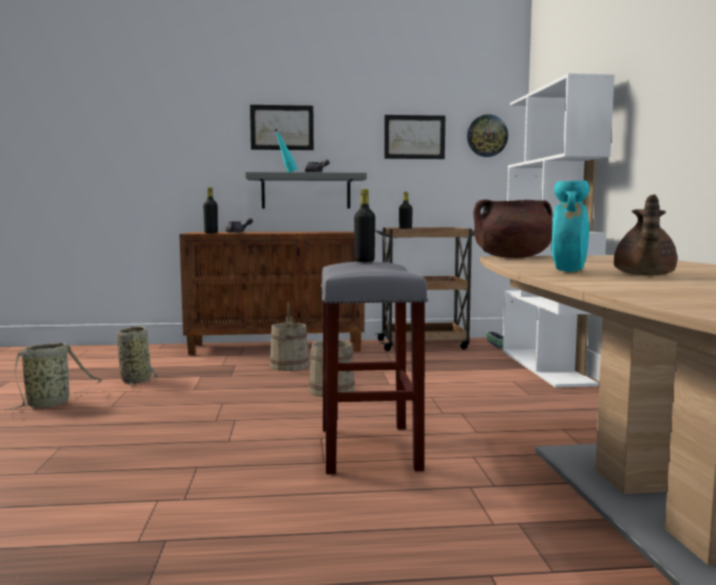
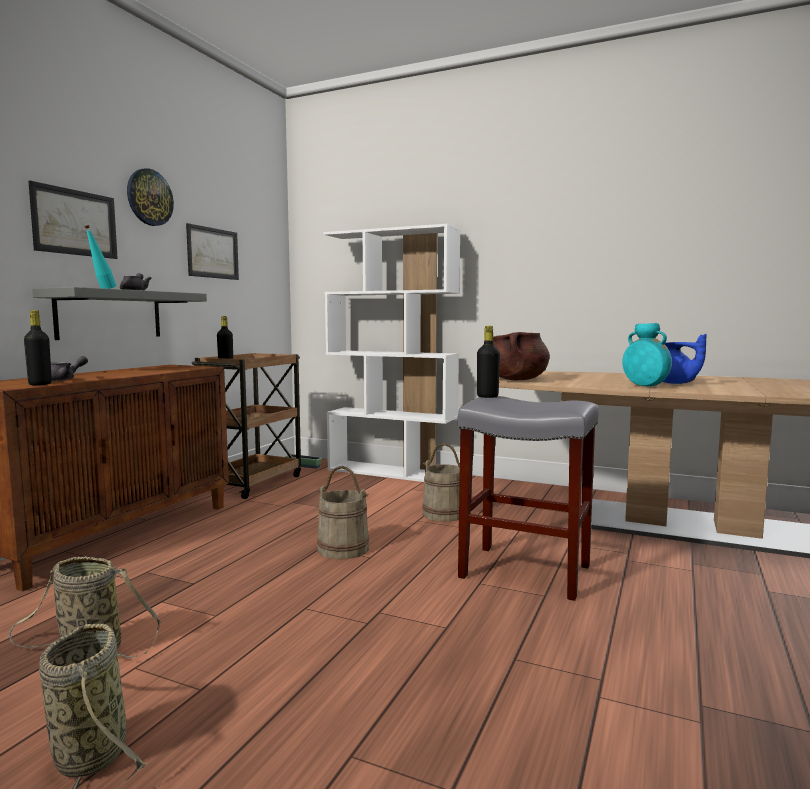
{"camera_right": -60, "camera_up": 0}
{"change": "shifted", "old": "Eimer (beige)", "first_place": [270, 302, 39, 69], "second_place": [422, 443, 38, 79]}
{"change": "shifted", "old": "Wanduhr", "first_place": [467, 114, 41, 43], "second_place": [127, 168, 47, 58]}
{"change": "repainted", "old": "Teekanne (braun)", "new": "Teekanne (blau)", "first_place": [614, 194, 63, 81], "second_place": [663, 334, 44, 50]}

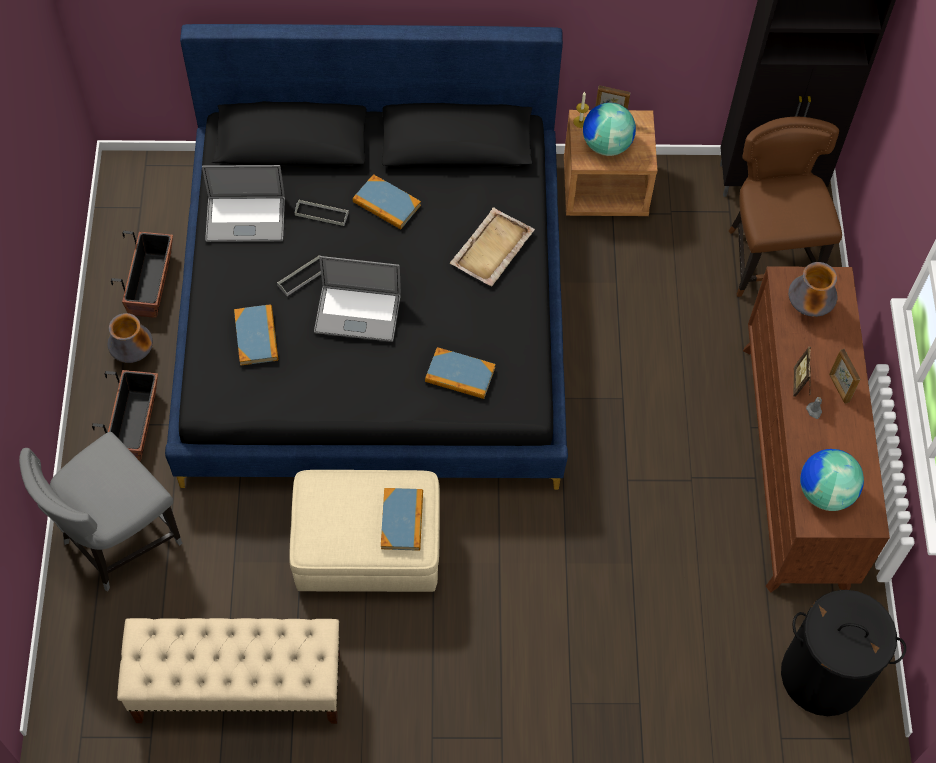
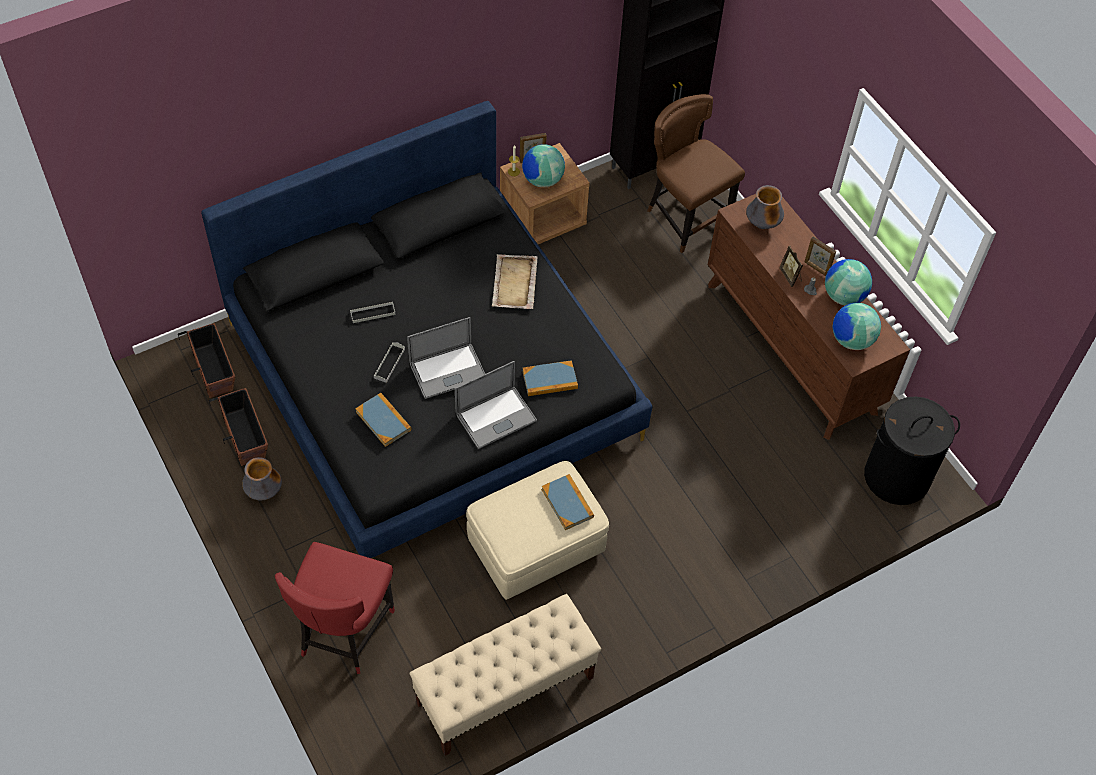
{"camera_right": -30, "camera_up": -5}
{"change": "repainted", "old": "Stuhl (grau)", "new": "Stuhl (rot)", "first_place": [19, 432, 163, 160], "second_place": [275, 542, 120, 132]}
{"change": "shifted", "old": "Pflanzkübel", "first_place": [92, 370, 66, 91], "second_place": [178, 323, 57, 75]}
{"change": "shifted", "old": "Laptop", "first_place": [202, 165, 83, 77], "second_place": [455, 361, 82, 88]}
{"change": "gone", "old": "Buch", "first_place": [353, 174, 68, 55]}
{"change": "new", "new": "Globus", "second_place": [825, 259, 47, 46]}

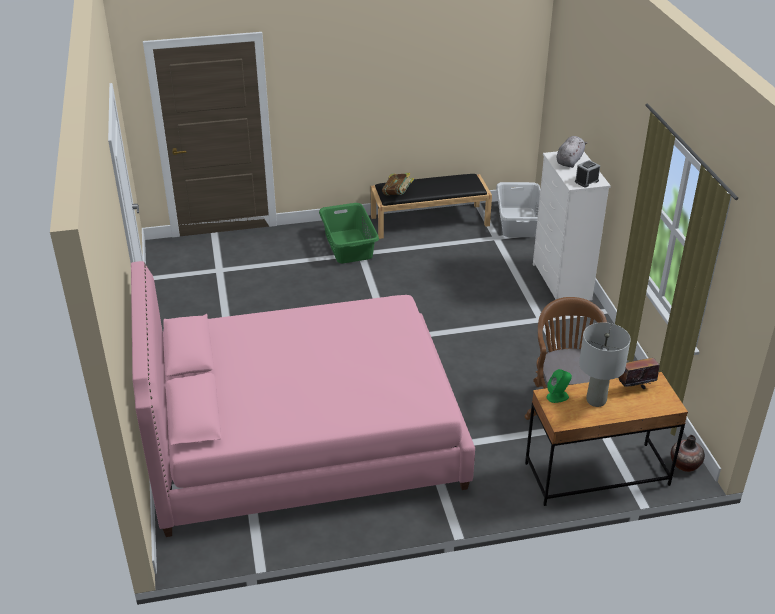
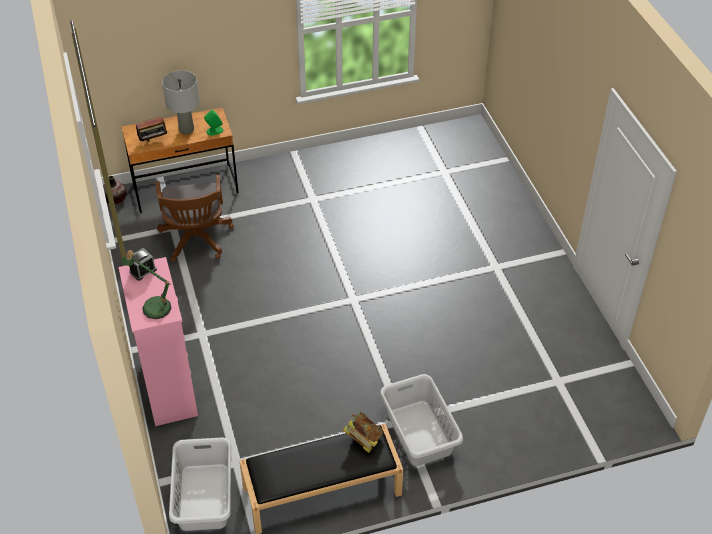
{"camera_right": 175, "camera_up": 10}
{"change": "gone", "old": "Bett (rosa)", "first_place": [131, 261, 344, 276]}
{"change": "repainted", "old": "Wäschekorb (grün)", "new": "Wäschekorb (grau)", "first_place": [319, 203, 60, 60], "second_place": [380, 374, 83, 92]}
{"change": "repainted", "old": "Kommode (weiß)", "new": "Kommode (rosa)", "first_place": [533, 151, 78, 150], "second_place": [118, 257, 80, 169]}
{"change": "swapped", "old": "Plüschtier (grau)", "new": "Tischlampe", "first_place": [557, 136, 30, 32], "second_place": [122, 250, 49, 69]}

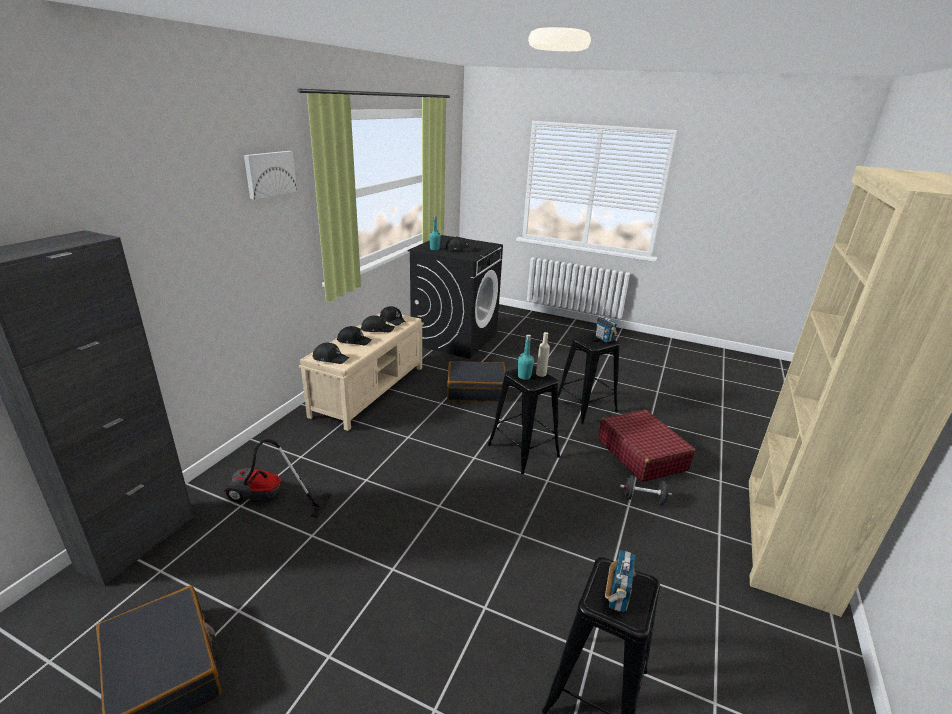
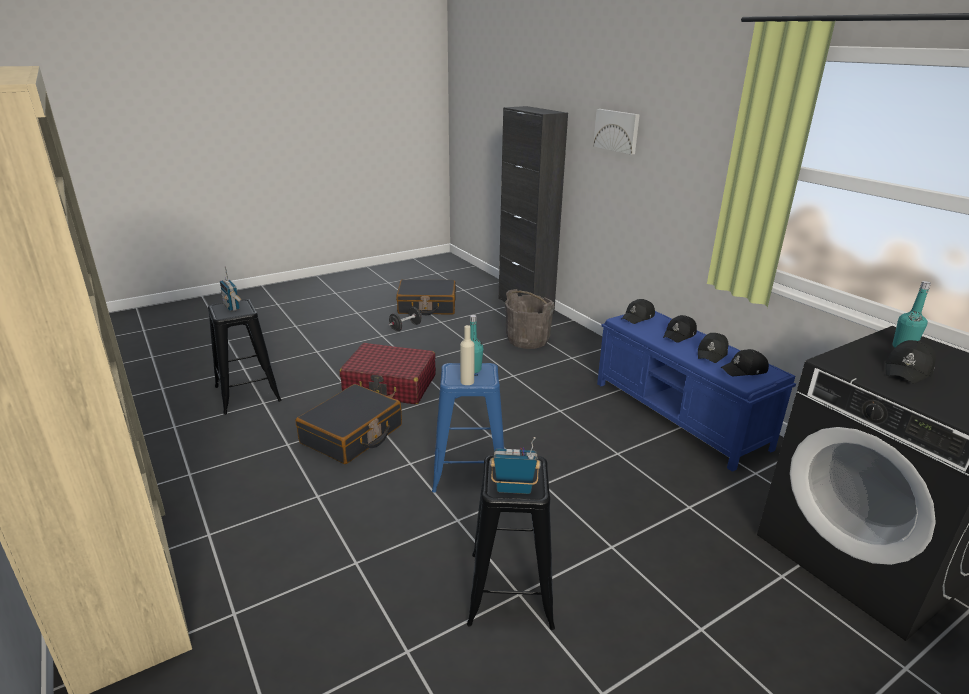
{"camera_right": 125, "camera_up": 0}
{"change": "swapped", "old": "Staubsauger", "new": "Eimer (grau)", "first_place": [224, 439, 108, 79], "second_place": [505, 289, 49, 60]}
{"change": "shifted", "old": "Bild", "first_place": [244, 151, 53, 49], "second_place": [593, 109, 47, 46]}
{"change": "repainted", "old": "Bank (beige)", "new": "Bank (blau)", "first_place": [299, 313, 125, 118], "second_place": [597, 311, 199, 161]}
{"change": "shifted", "old": "Koffer (schwarz)", "first_place": [447, 361, 60, 40], "second_place": [296, 384, 106, 80]}
{"change": "repainted", "old": "Hocker (schwarz)", "new": "Hocker (blau)", "first_place": [487, 365, 73, 109], "second_place": [432, 363, 72, 130]}
{"change": "shifted", "old": "Koffer (rot)", "first_place": [598, 410, 97, 72], "second_place": [339, 343, 97, 61]}
{"change": "shifted", "old": "Hantel (schwarz)", "first_place": [620, 475, 52, 30], "second_place": [389, 307, 32, 25]}

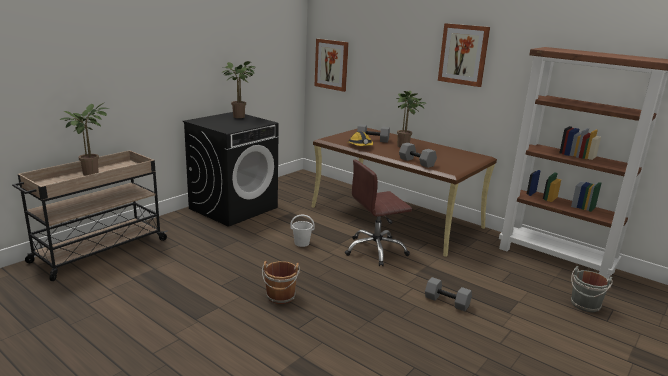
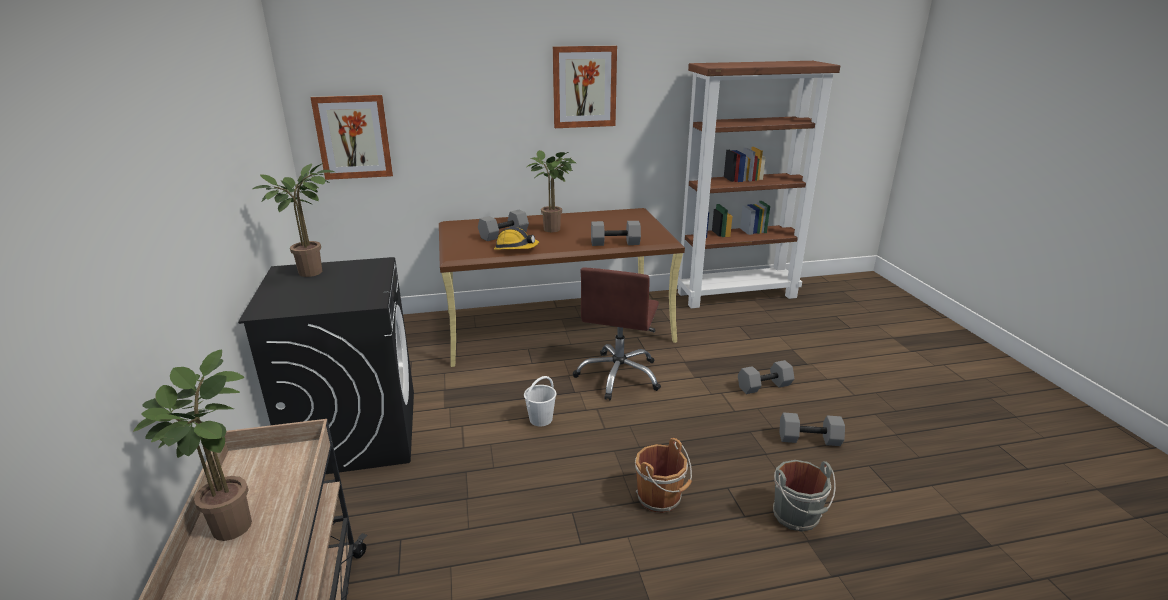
{"camera_right": -50, "camera_up": 5}
{"change": "shifted", "old": "Eimer (grau)", "first_place": [571, 266, 42, 46], "second_place": [773, 460, 63, 72]}
{"change": "new", "new": "Hantel (grau)", "second_place": [779, 412, 66, 34]}

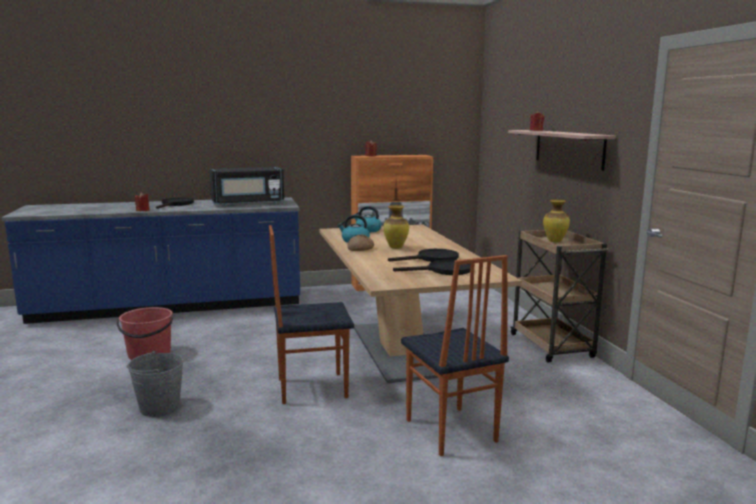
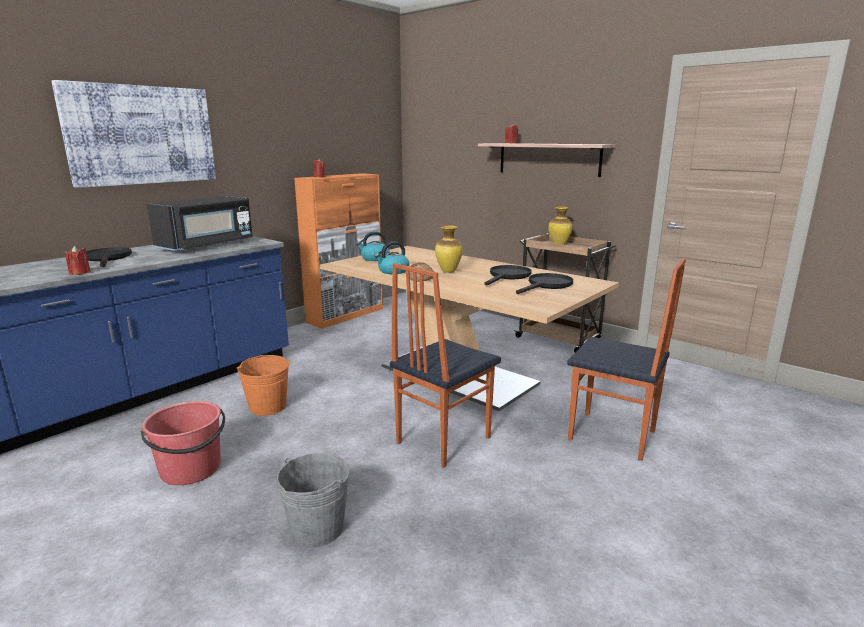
{"camera_right": -35, "camera_up": 5}
{"change": "new", "new": "Bild", "second_place": [52, 80, 164, 108]}
{"change": "new", "new": "Eimer (orange)", "second_place": [237, 355, 52, 61]}

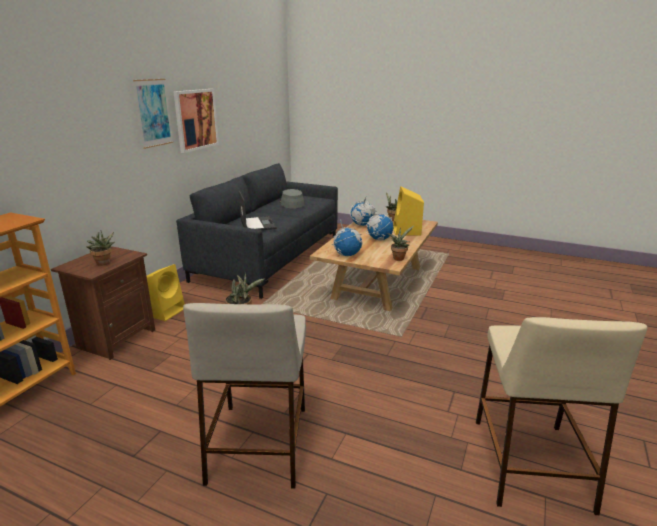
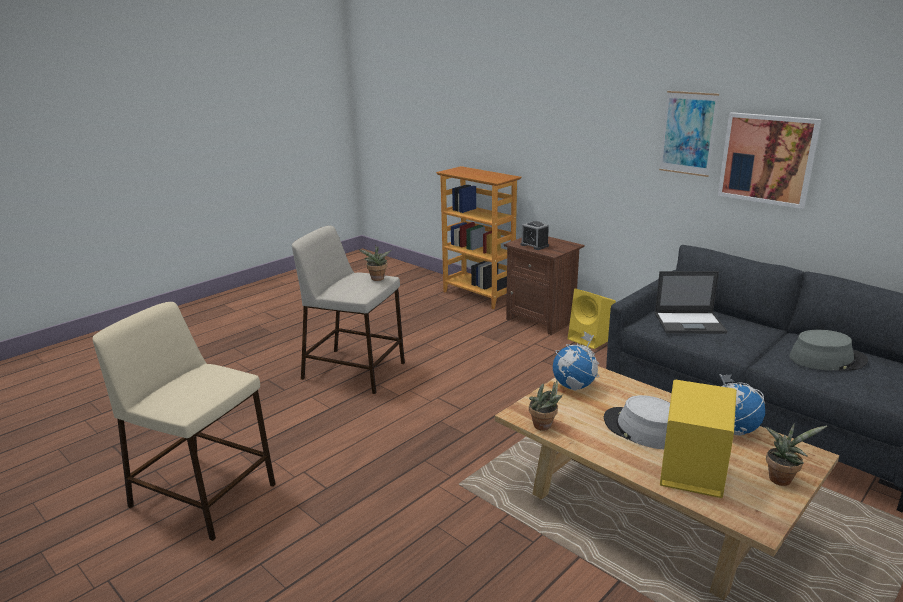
{"camera_right": 110, "camera_up": 0}
{"change": "swapped", "old": "Topfpflanze", "new": "Wecker", "first_place": [86, 231, 28, 35], "second_place": [521, 221, 28, 29]}
{"change": "swapped", "old": "Globus", "new": "Hut (grau)", "first_place": [366, 208, 27, 33], "second_place": [604, 395, 66, 54]}

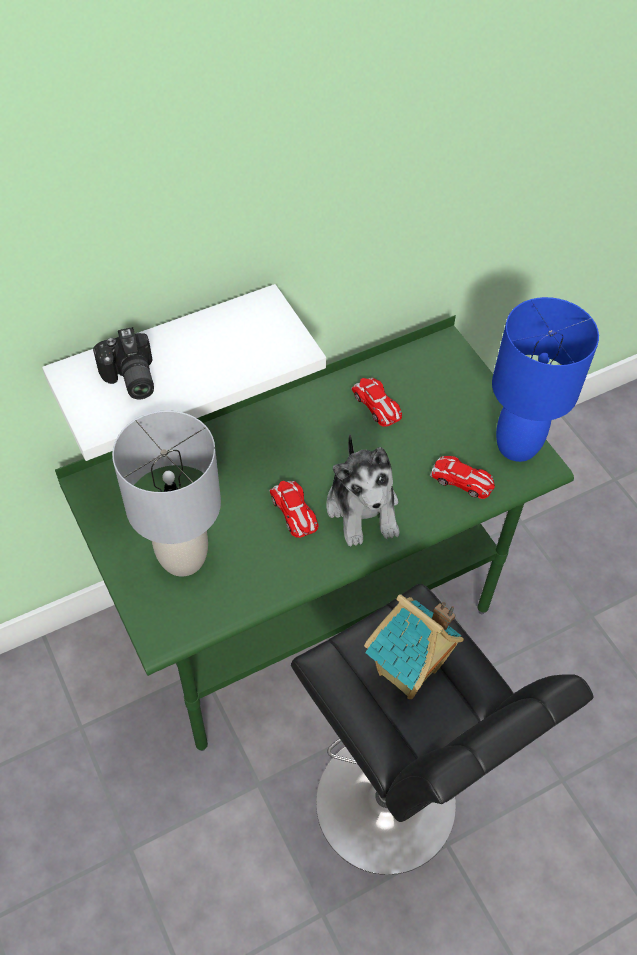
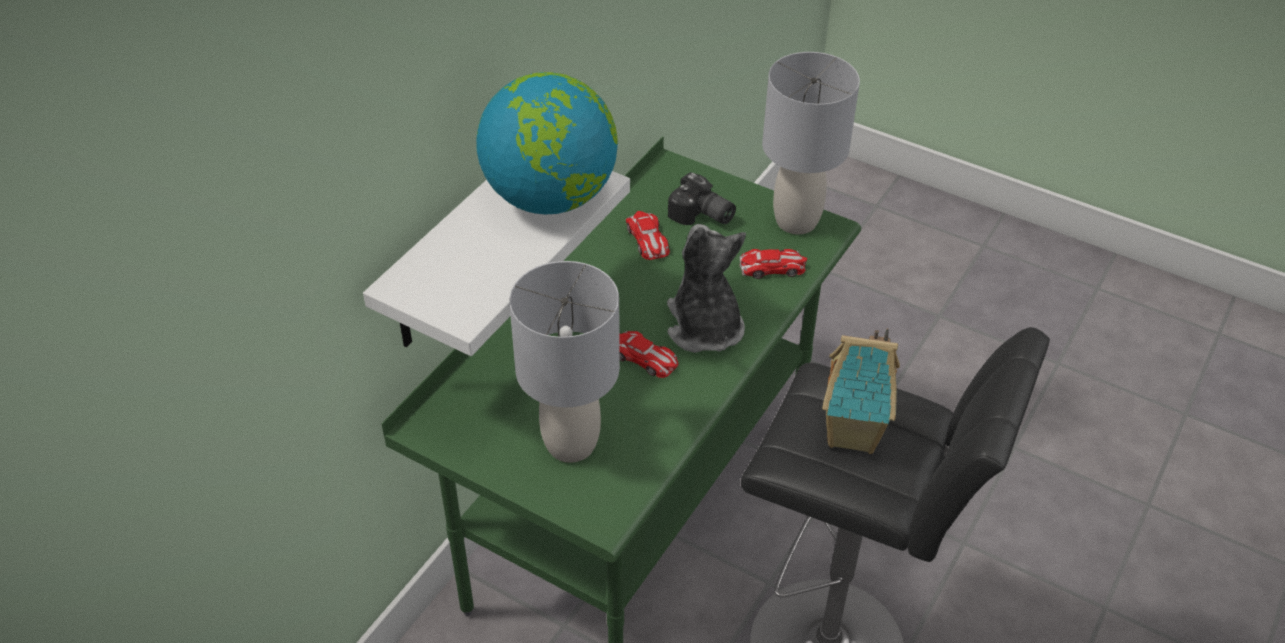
{"camera_right": -30, "camera_up": -10}
{"change": "shifted", "old": "Kamera", "first_place": [93, 327, 61, 72], "second_place": [668, 172, 68, 53]}
{"change": "rotated", "old": "Plüschtier", "first_place": [326, 434, 73, 112], "second_place": [667, 224, 79, 129], "degrees": -150}
{"change": "rotated", "old": "Spielzeugauto", "first_place": [351, 378, 51, 49], "second_place": [625, 211, 45, 49], "degrees": 45}
{"change": "repainted", "old": "Tischlampe (blau)", "new": "Tischlampe (grau)", "first_place": [492, 297, 107, 165], "second_place": [762, 52, 98, 182]}
{"change": "new", "new": "Globus", "second_place": [476, 72, 142, 142]}

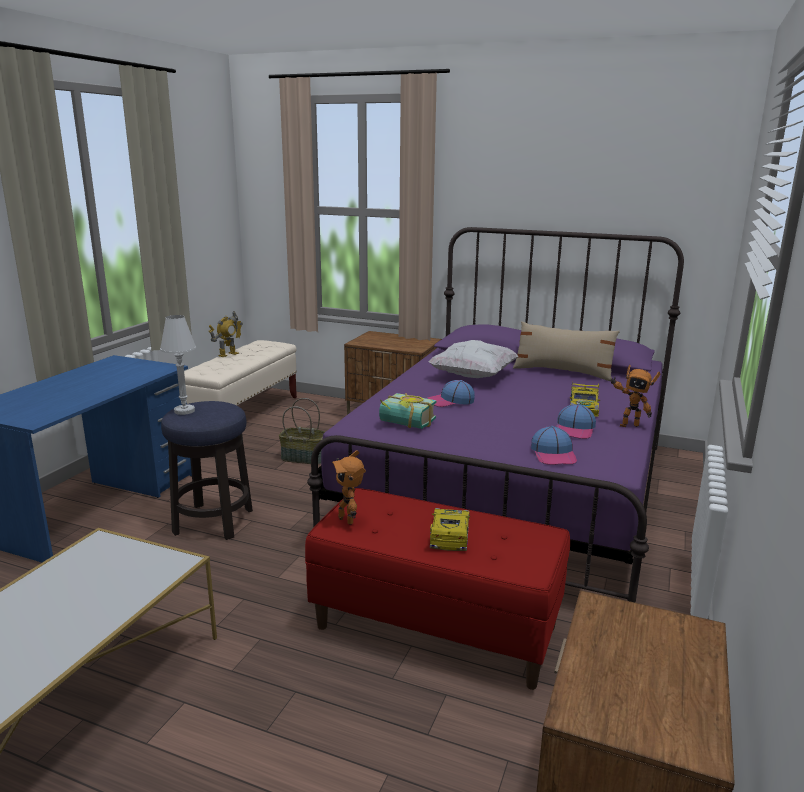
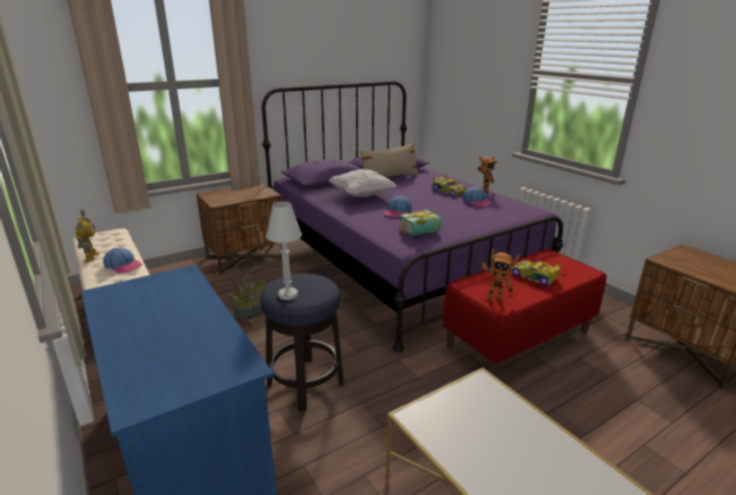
{"camera_right": -55, "camera_up": 5}
{"change": "shifted", "old": "Kappe", "first_place": [531, 426, 46, 39], "second_place": [103, 248, 39, 25]}

